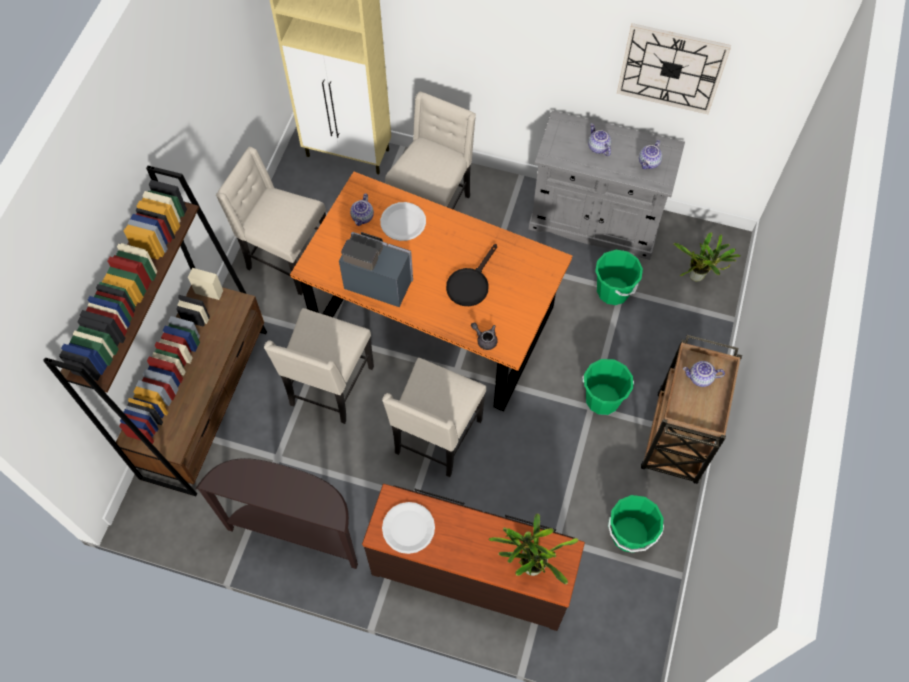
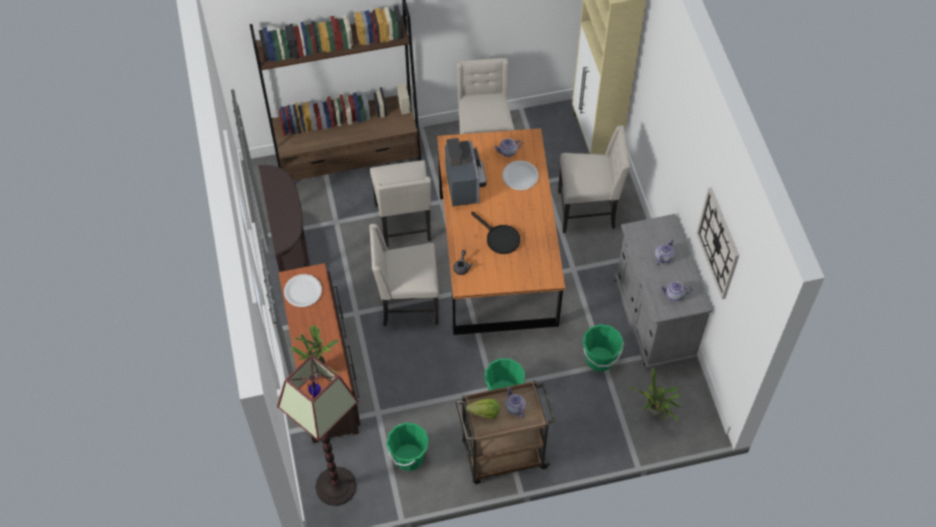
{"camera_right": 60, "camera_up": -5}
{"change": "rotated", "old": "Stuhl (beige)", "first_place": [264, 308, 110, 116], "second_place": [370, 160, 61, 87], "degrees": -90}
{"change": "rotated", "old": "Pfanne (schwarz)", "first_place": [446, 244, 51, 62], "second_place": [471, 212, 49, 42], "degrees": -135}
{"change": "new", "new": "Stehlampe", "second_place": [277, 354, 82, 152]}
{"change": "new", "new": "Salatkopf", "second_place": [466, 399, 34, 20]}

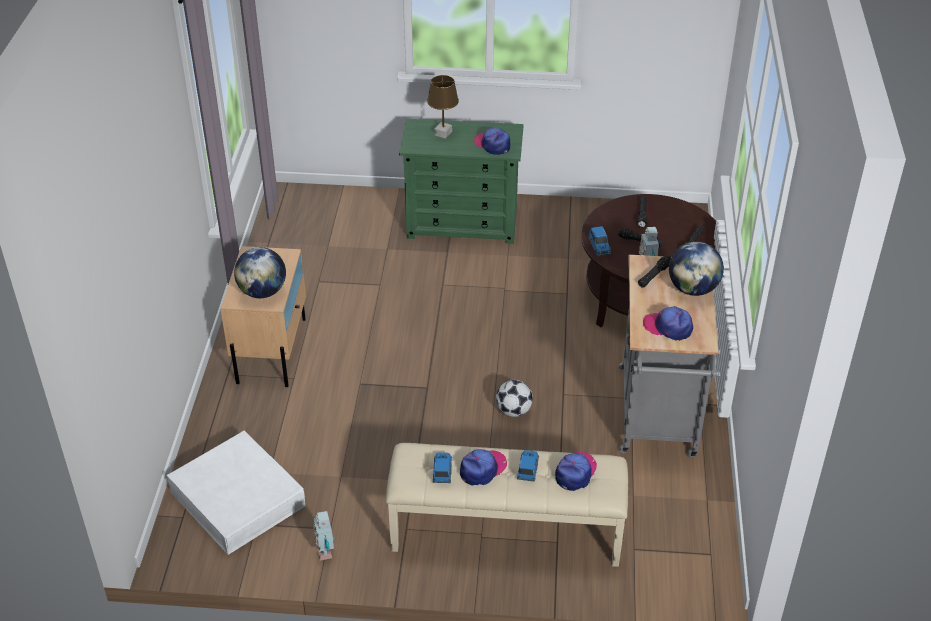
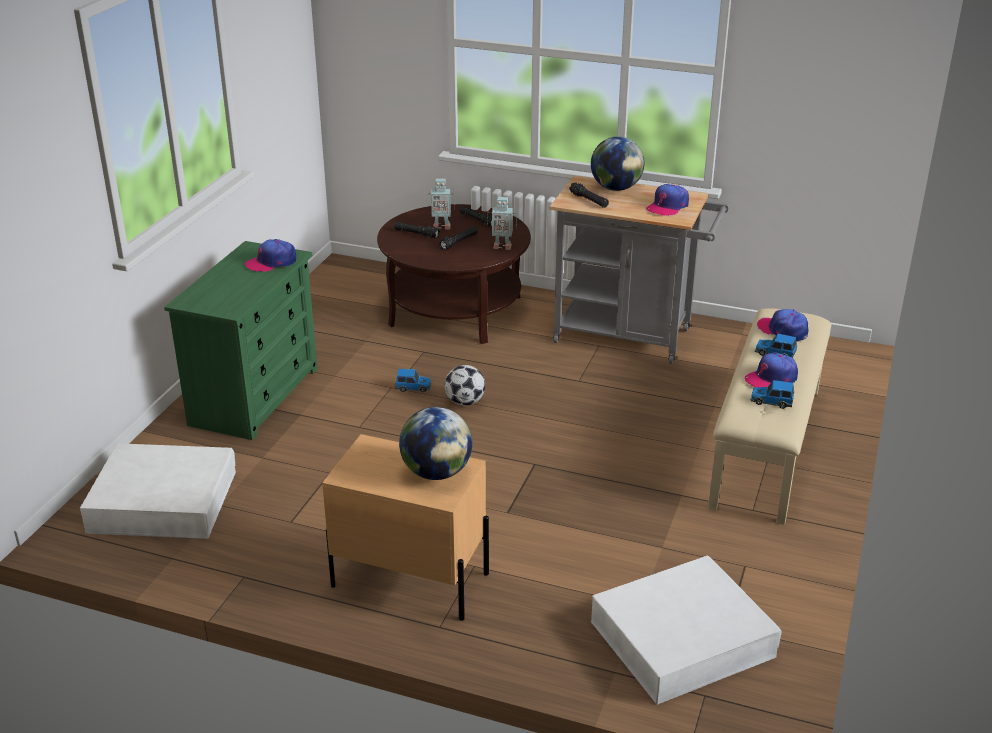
{"camera_right": -75, "camera_up": -10}
{"change": "shifted", "old": "Spielzeugroboter", "first_place": [313, 511, 23, 50], "second_place": [426, 179, 29, 51]}
{"change": "gone", "old": "Tischlampe (braun)", "first_place": [427, 75, 32, 64]}
{"change": "rotated", "old": "Kappe", "first_place": [460, 449, 47, 36], "second_place": [745, 352, 53, 35], "degrees": -90}
{"change": "shifted", "old": "Fußball", "first_place": [496, 380, 37, 37], "second_place": [445, 365, 40, 41]}
{"change": "shifted", "old": "Spielzeugauto", "first_place": [588, 226, 23, 30], "second_place": [395, 369, 36, 23]}
{"change": "new", "new": "Aufbewahrungsbox (weiß)", "second_place": [80, 443, 156, 96]}

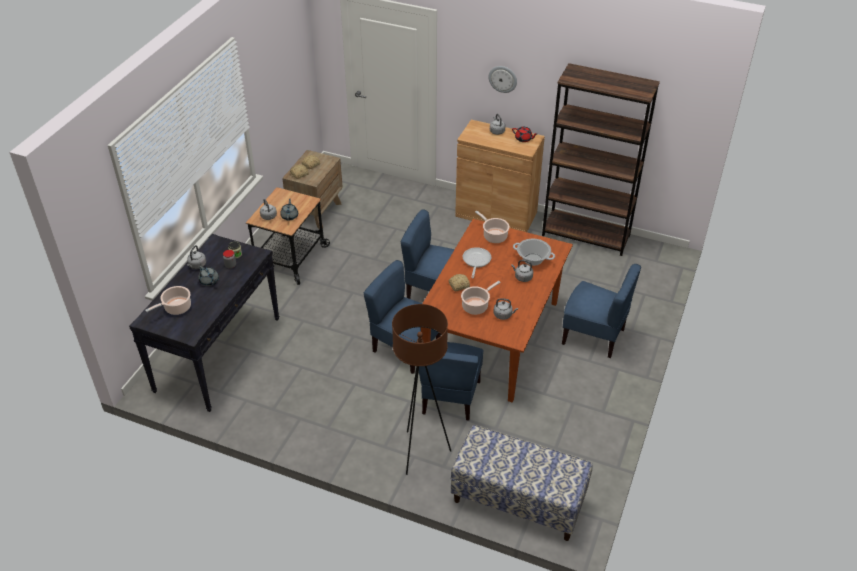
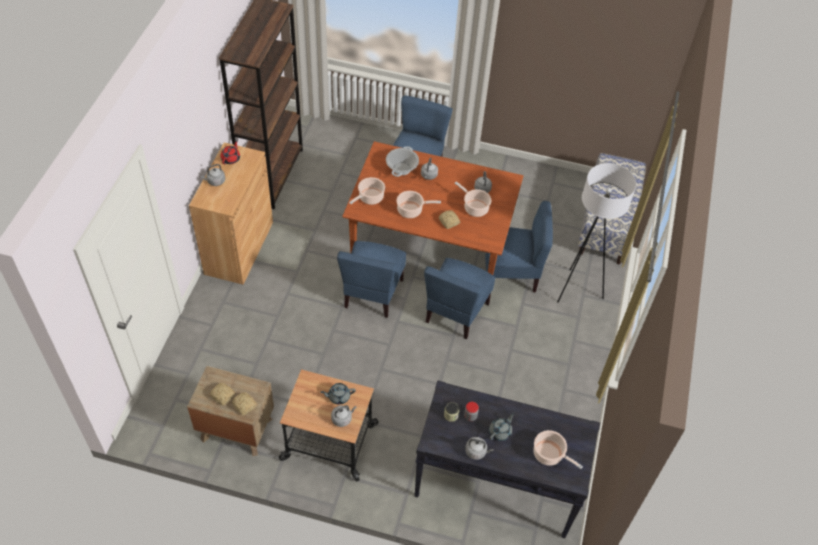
{"camera_right": -100, "camera_up": 10}
{"change": "repainted", "old": "Stehlampe (braun)", "new": "Stehlampe (weiß)", "first_place": [392, 304, 59, 171], "second_place": [557, 163, 79, 139]}
{"change": "swapped", "old": "Pfanne", "new": "Kochtopf", "first_place": [463, 247, 28, 31], "second_place": [396, 191, 45, 27]}
{"change": "gone", "old": "Wanduhr", "first_place": [488, 66, 29, 27]}

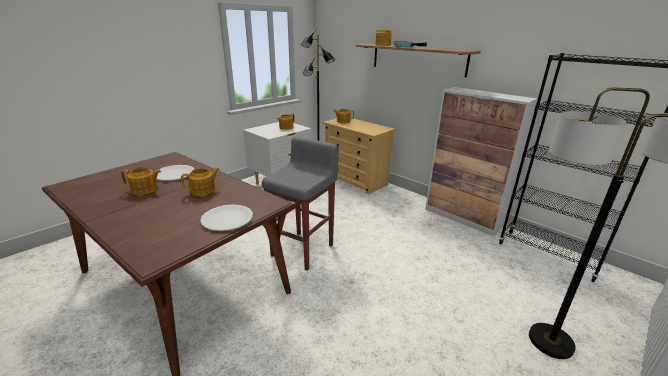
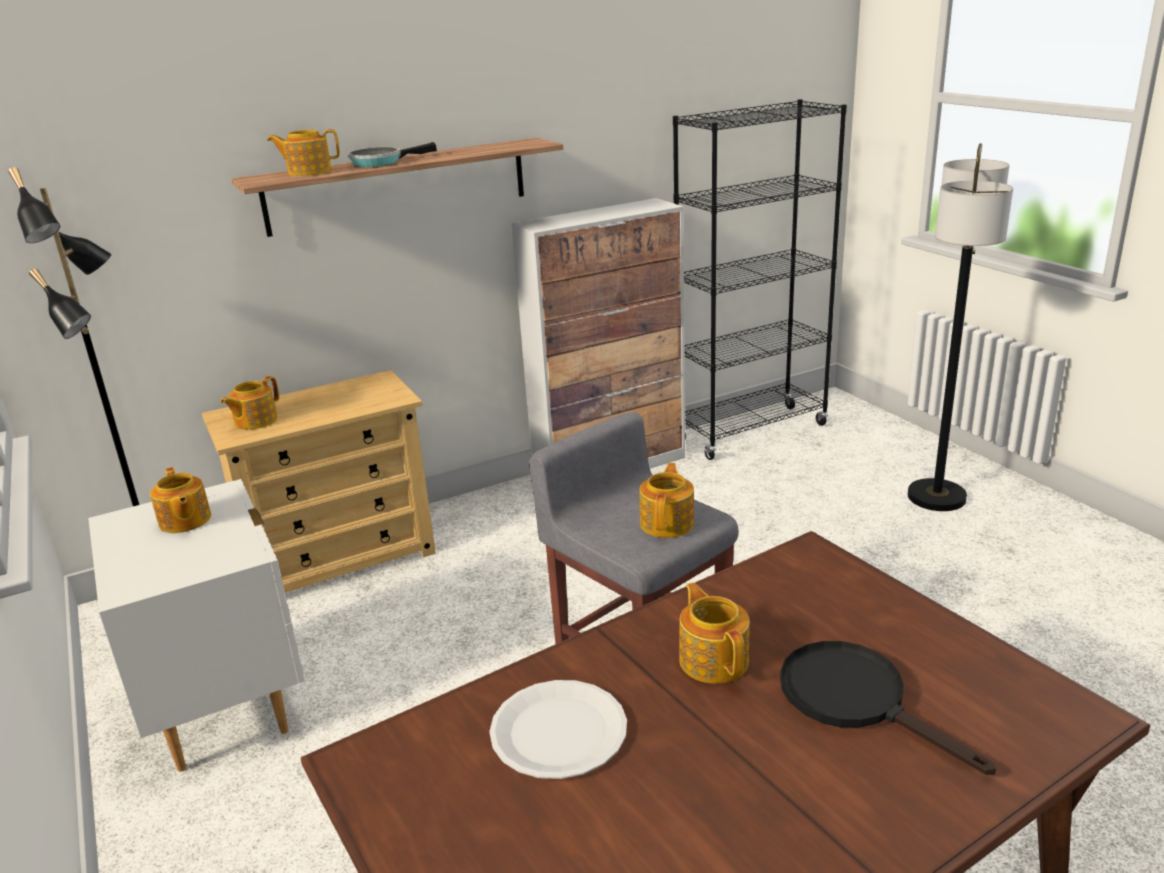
{"camera_right": -70, "camera_up": 0}
{"change": "shifted", "old": "Teekanne", "first_place": [121, 167, 40, 28], "second_place": [639, 463, 55, 75]}
{"change": "gone", "old": "Teller (weiß)", "first_place": [200, 205, 53, 26]}
{"change": "new", "new": "Pfanne (schwarz)", "second_place": [780, 641, 216, 134]}

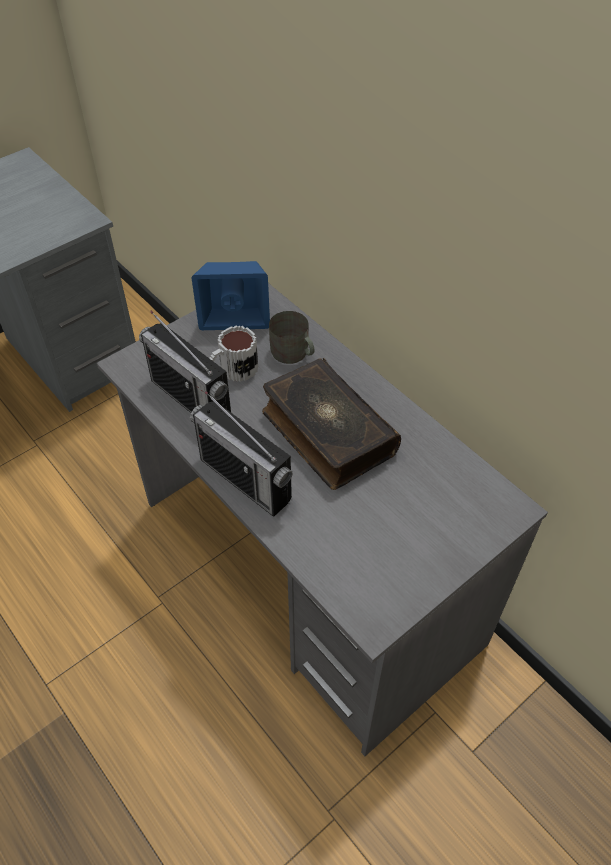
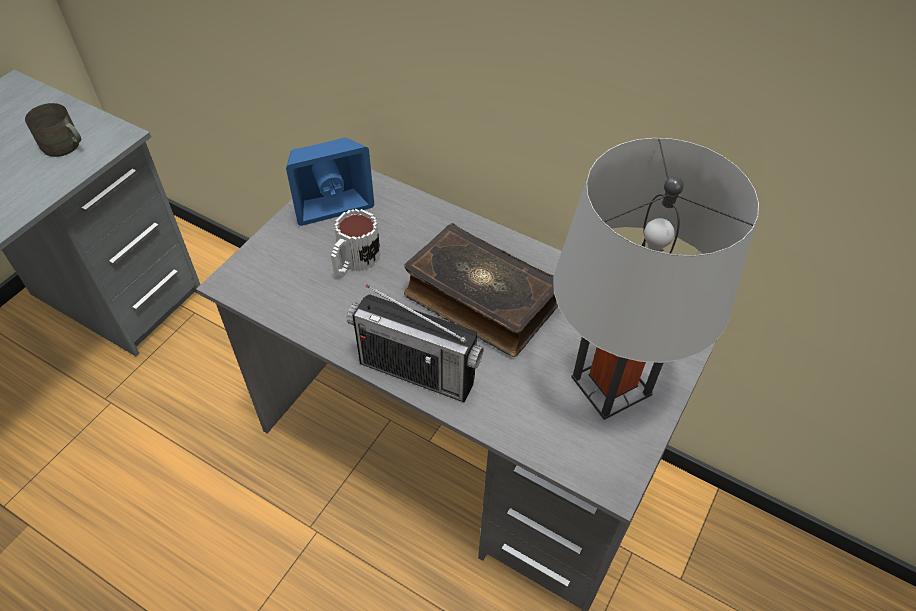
{"camera_right": -20, "camera_up": 0}
{"change": "gone", "old": "Radio", "first_place": [139, 310, 92, 103]}
{"change": "shifted", "old": "Henkelbecher (grau)", "first_place": [269, 311, 46, 53], "second_place": [25, 103, 56, 54]}
{"change": "new", "new": "Tischlampe (grau)", "second_place": [553, 138, 206, 282]}

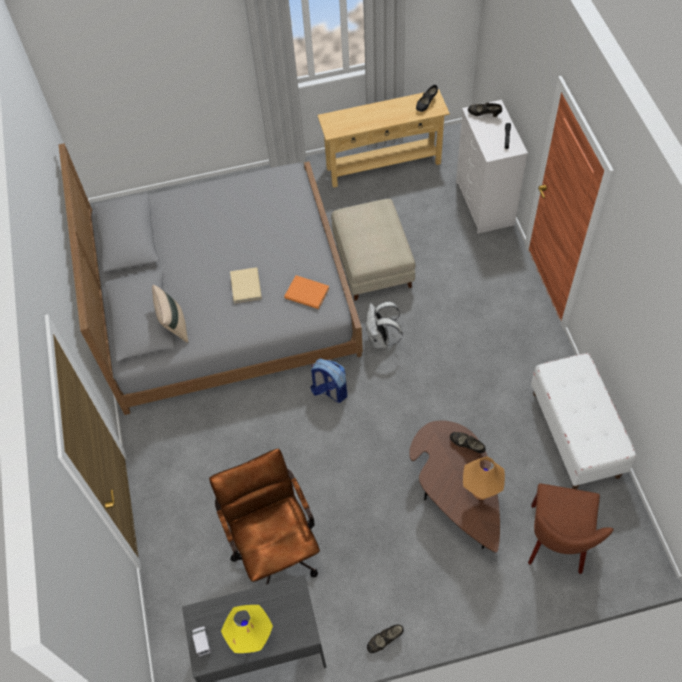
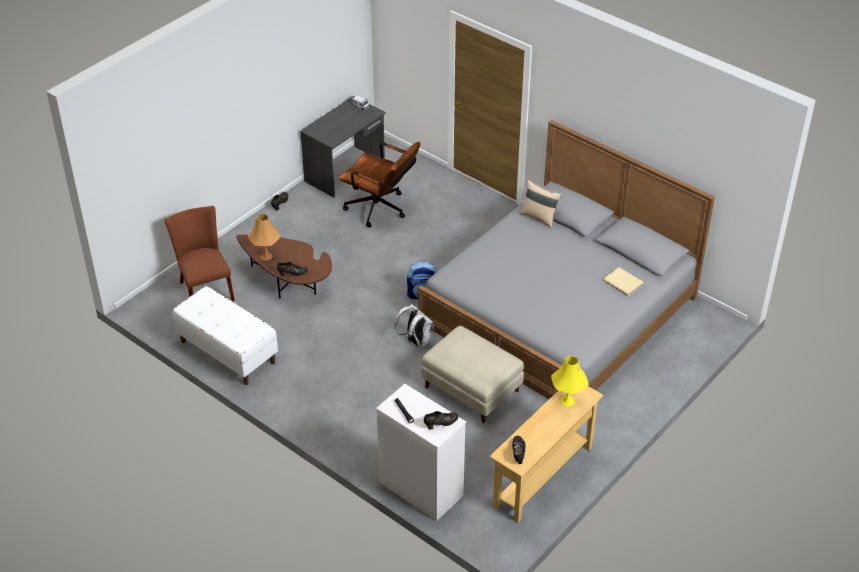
{"camera_right": 140, "camera_up": -15}
{"change": "shifted", "old": "Tischlampe (gelb)", "first_place": [221, 605, 52, 48], "second_place": [551, 356, 38, 51]}
{"change": "shifted", "old": "Buch (beige)", "first_place": [230, 267, 32, 36], "second_place": [603, 267, 40, 29]}
{"change": "gone", "old": "Buch (orange)", "first_place": [284, 275, 45, 34]}

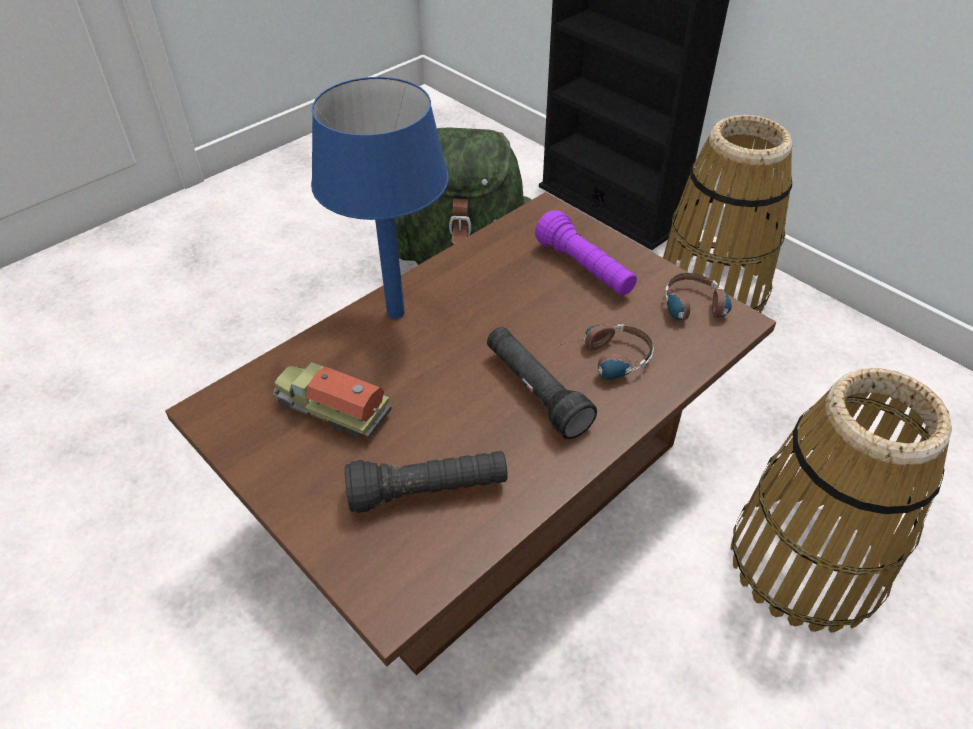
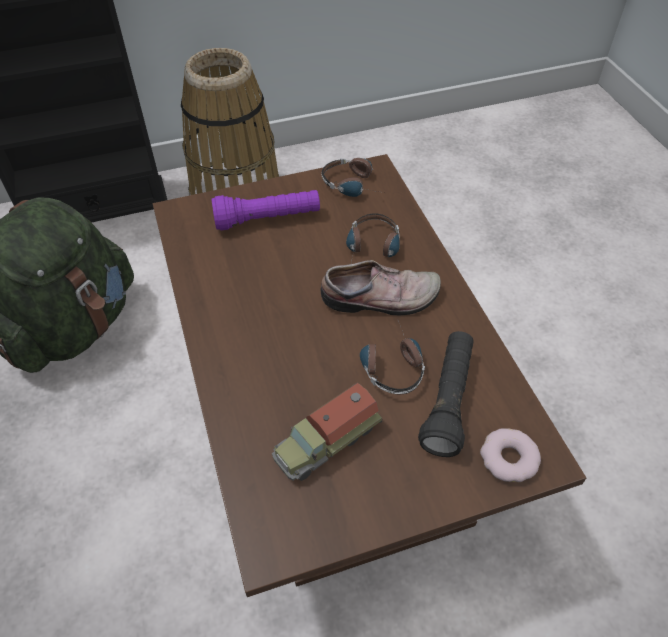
{"camera_right": -65, "camera_up": 5}
{"change": "gone", "old": "Tischlampe (blau)", "first_place": [311, 77, 138, 242]}
{"change": "swapped", "old": "Taschenlampe (schwarz)", "new": "Schuh", "first_place": [487, 327, 110, 112], "second_place": [321, 260, 120, 55]}
{"change": "gone", "old": "Korb", "first_place": [731, 368, 221, 265]}
{"change": "new", "new": "Kopfhörer", "second_place": [360, 319, 65, 76]}
{"change": "new", "new": "Donut", "second_place": [480, 428, 61, 54]}

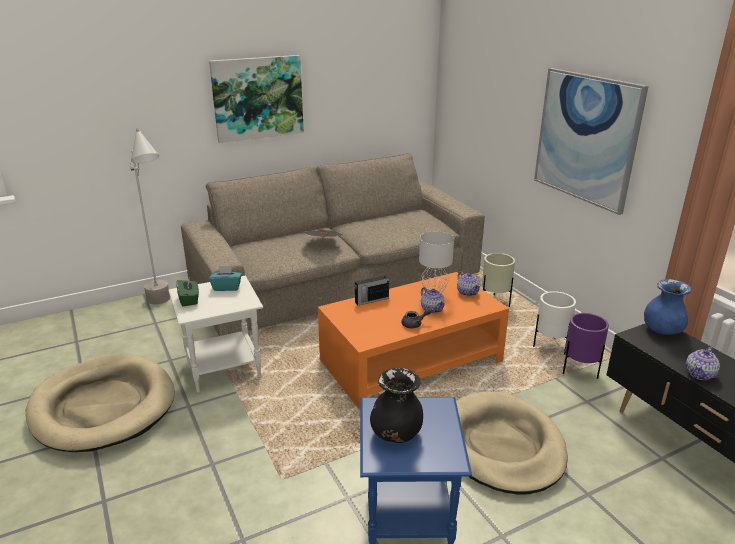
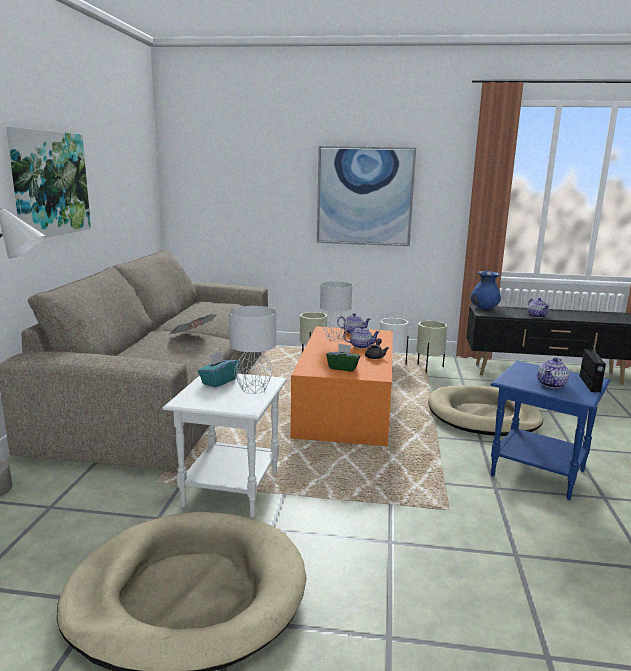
{"camera_right": -55, "camera_up": -10}
{"change": "shifted", "old": "Taschentuchbox (grün)", "first_place": [176, 276, 23, 30], "second_place": [326, 344, 34, 28]}
{"change": "shifted", "old": "Radio", "first_place": [354, 271, 35, 35], "second_place": [580, 344, 26, 49]}
{"change": "swapped", "old": "Vase (schwarz)", "new": "Teekanne", "first_place": [370, 368, 53, 75], "second_place": [537, 357, 32, 31]}
{"change": "repainted", "old": "Pflanzkübel (lila)", "new": "Pflanzkübel (beige)", "first_place": [563, 313, 46, 66], "second_place": [416, 321, 31, 52]}
{"change": "new", "new": "Tischlampe (grau)", "second_place": [229, 306, 47, 88]}

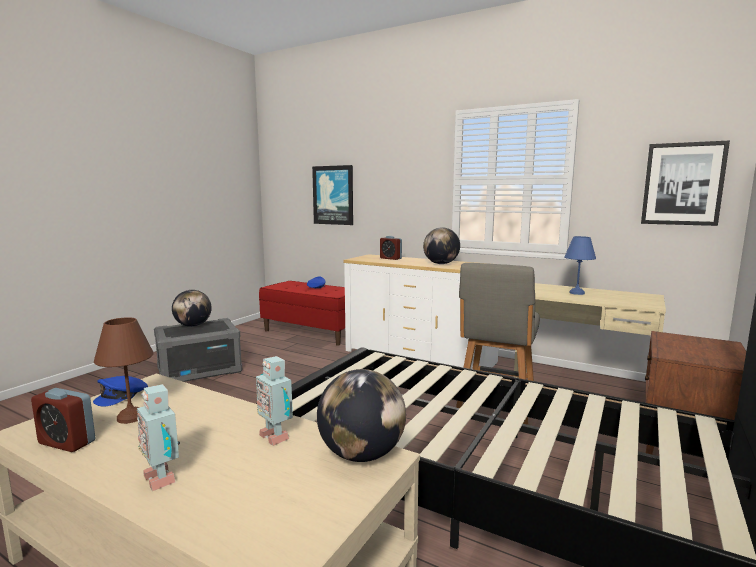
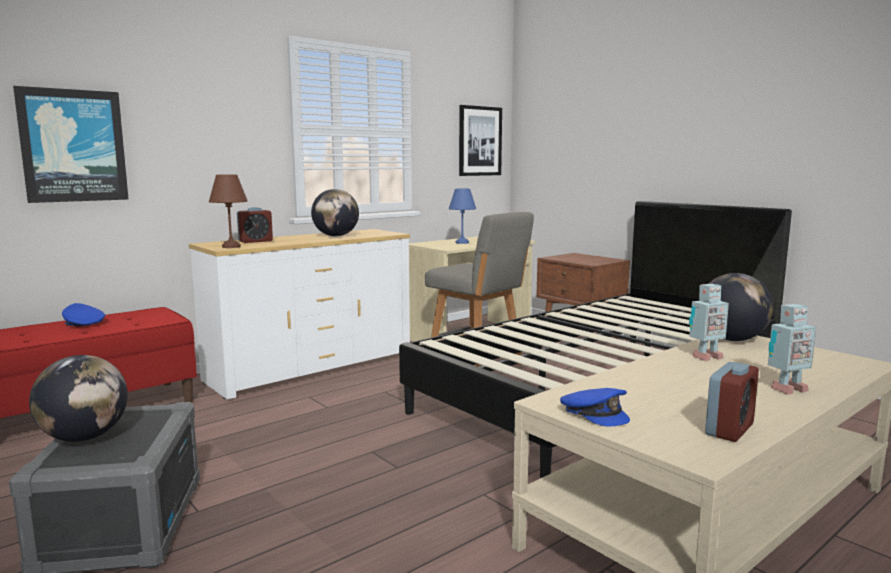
{"camera_right": -70, "camera_up": 0}
{"change": "shifted", "old": "Tischlampe (braun)", "first_place": [94, 317, 59, 107], "second_place": [209, 174, 39, 74]}

